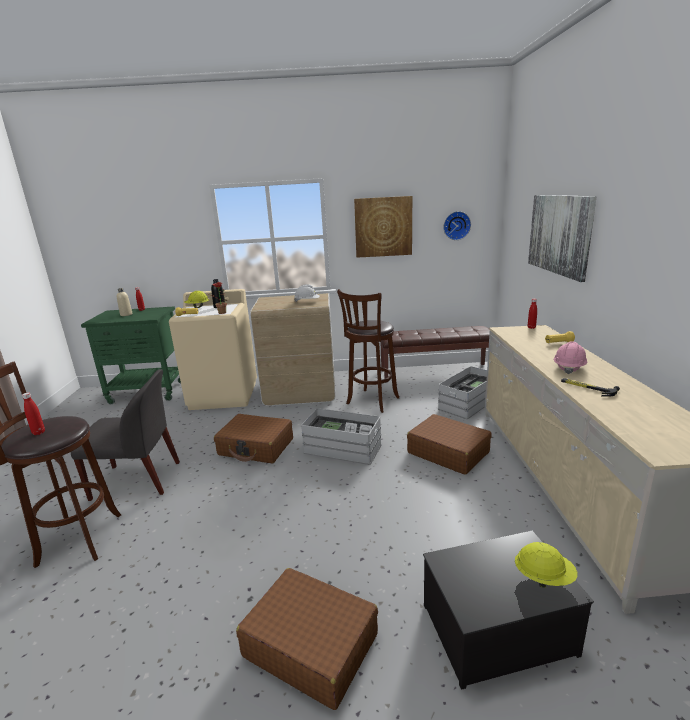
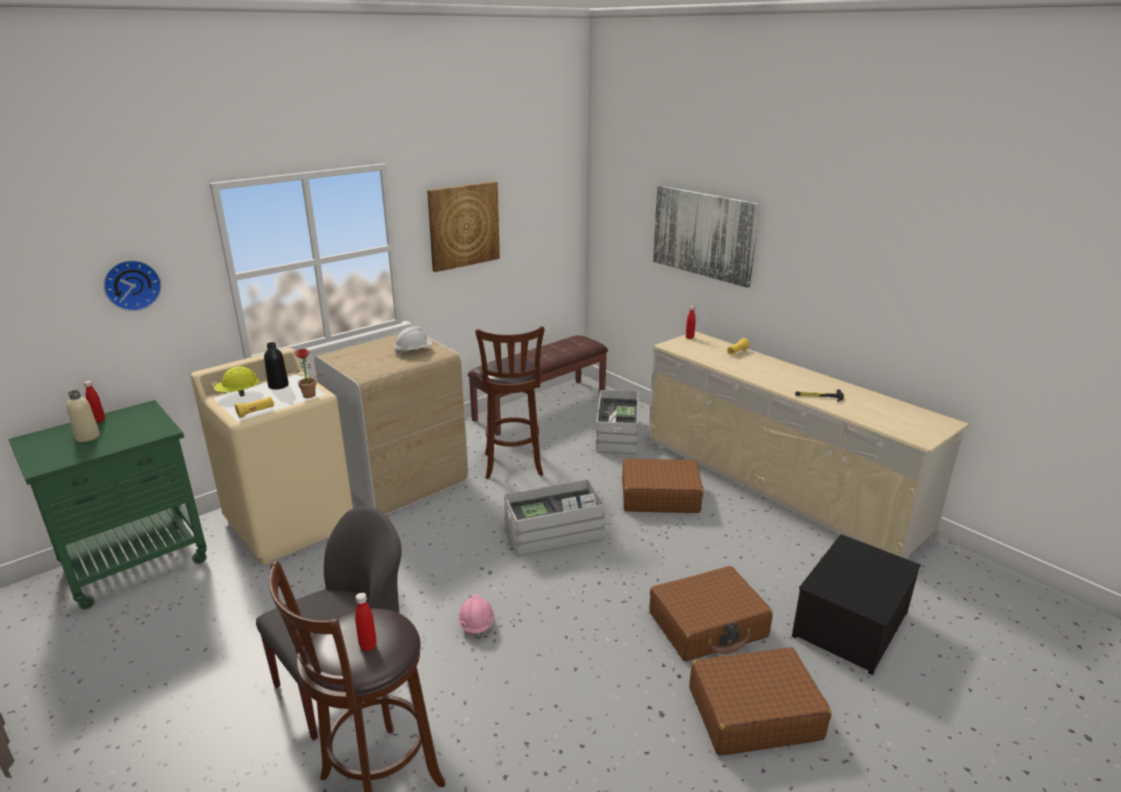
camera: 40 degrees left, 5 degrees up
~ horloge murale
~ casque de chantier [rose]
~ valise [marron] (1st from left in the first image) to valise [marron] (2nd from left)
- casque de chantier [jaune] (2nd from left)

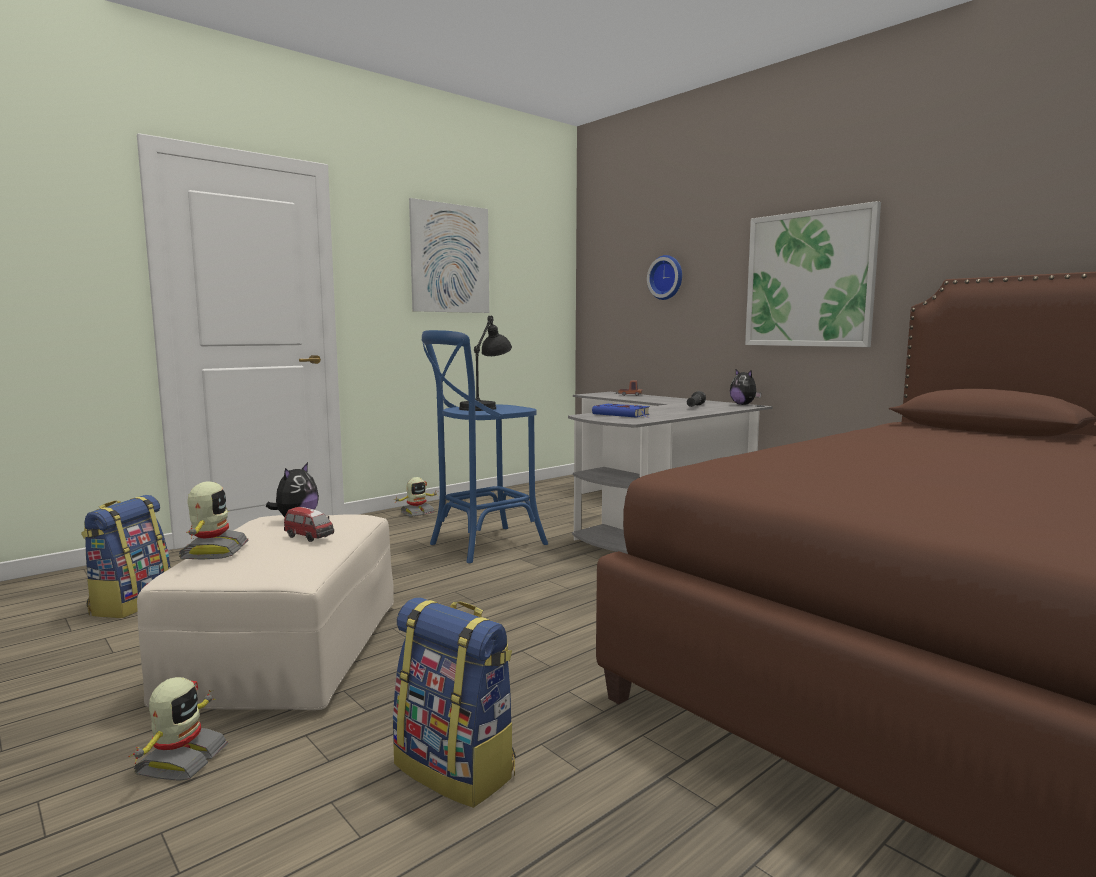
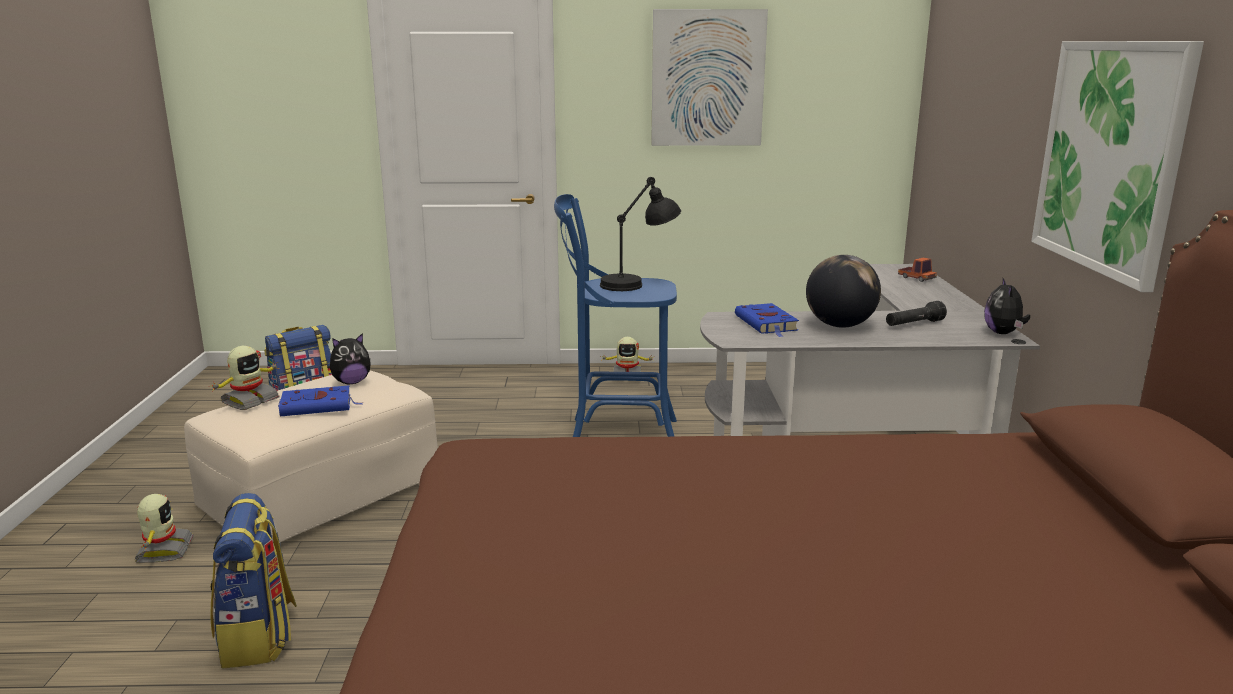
camera: 40 degrees right, 10 degrees up
- horloge murale
~ petite voiture to livre [bleu] (1st from left)
~ robot jouet (1st from left) 60 degrees counterclockwise
+ globe

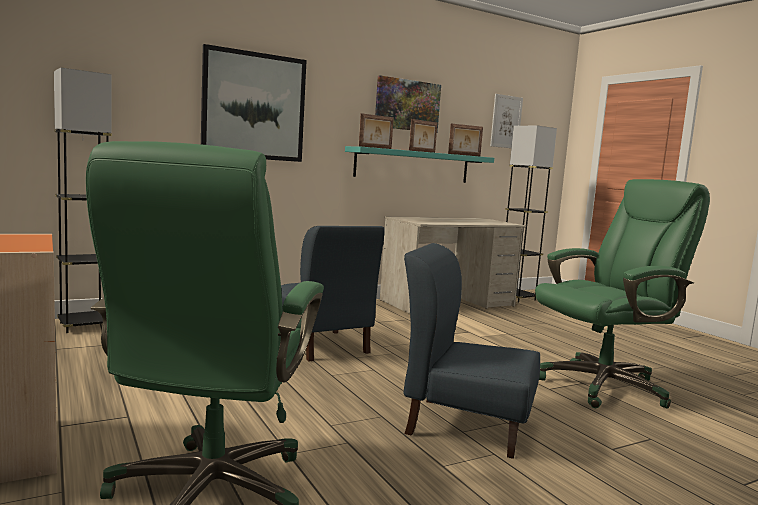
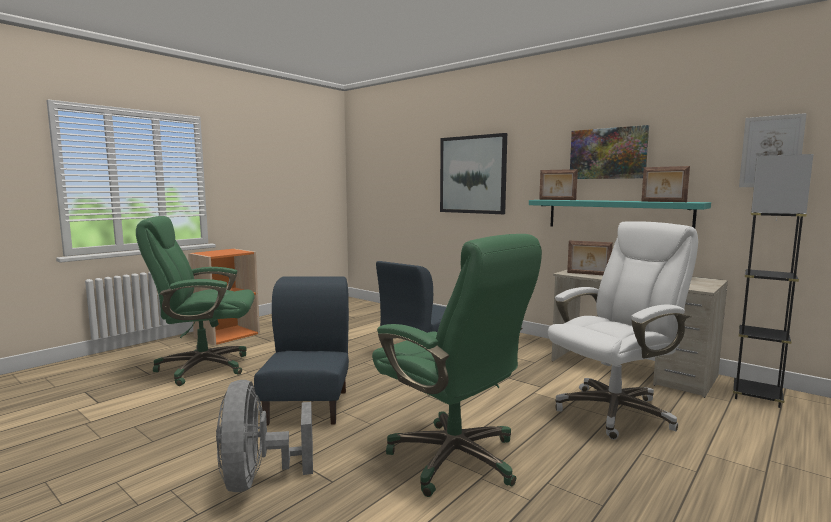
camera: 70 degrees right, 0 degrees up
- lampadaire [gris] (1st from left)
~ cadre photo (2nd from left)
+ chaise de bureau [blanc]
+ ventilateur [gris]

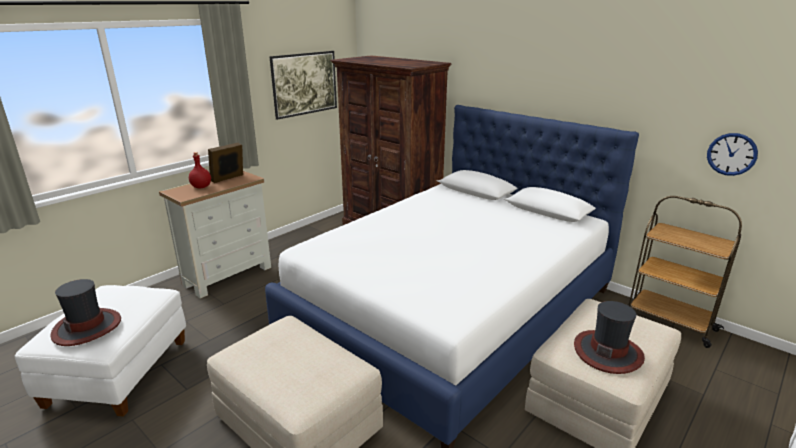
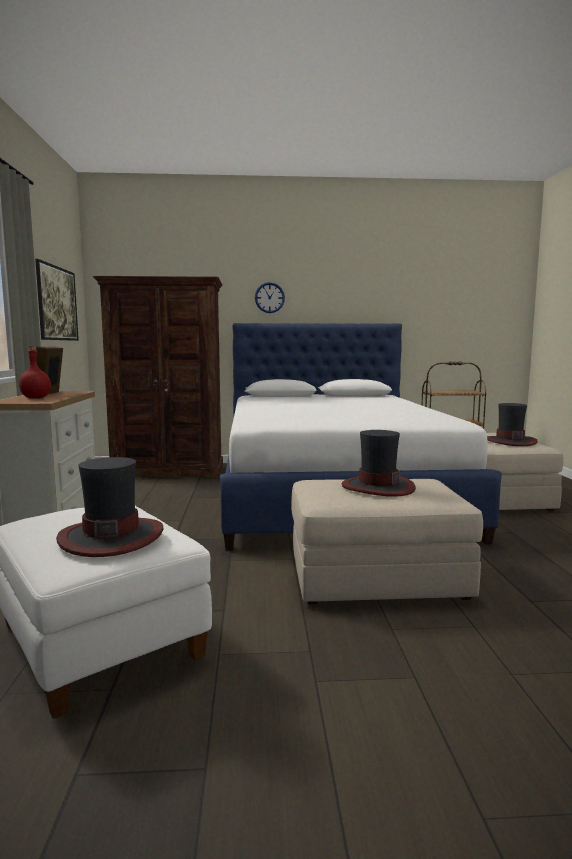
camera: 45 degrees left, 15 degrees down
~ horloge murale
+ chapeau (2nd from left)

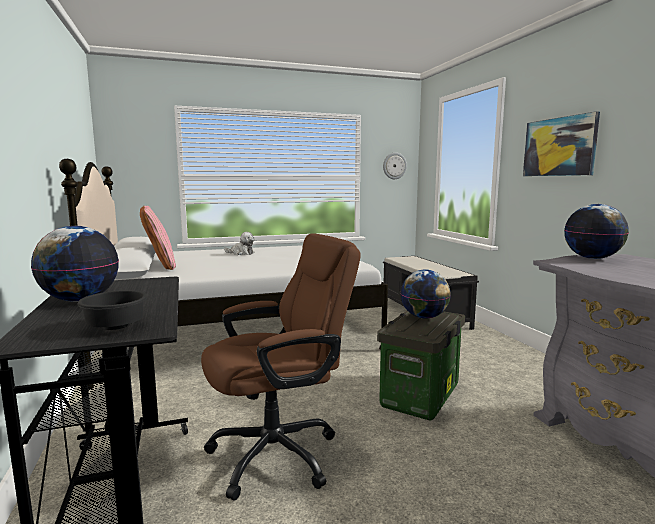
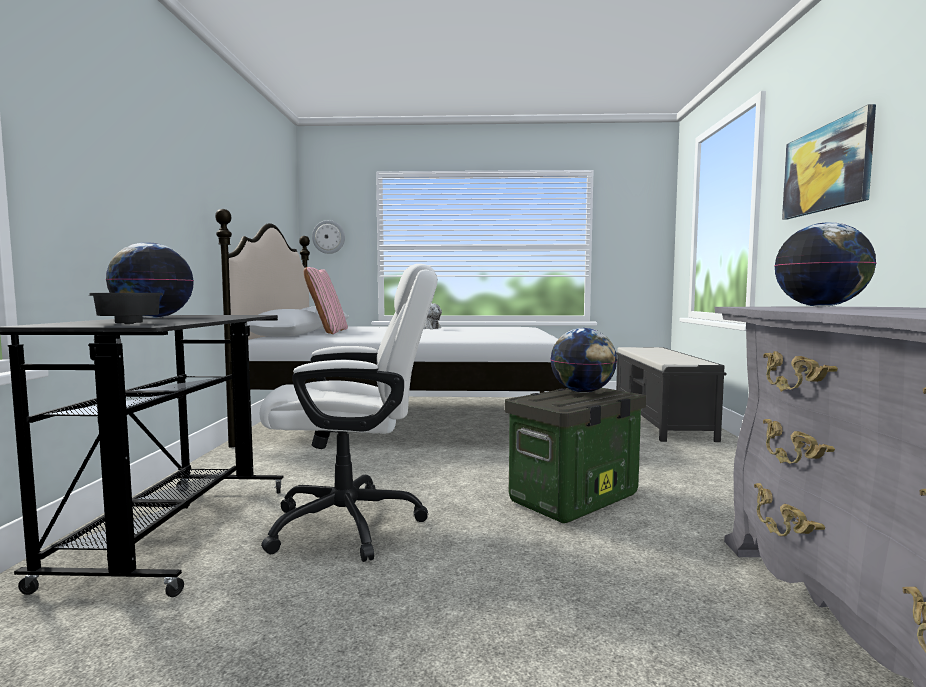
camera: 20 degrees right, 5 degrees down
~ horloge murale
~ chaise de bureau [marron] to chaise de bureau [blanc]

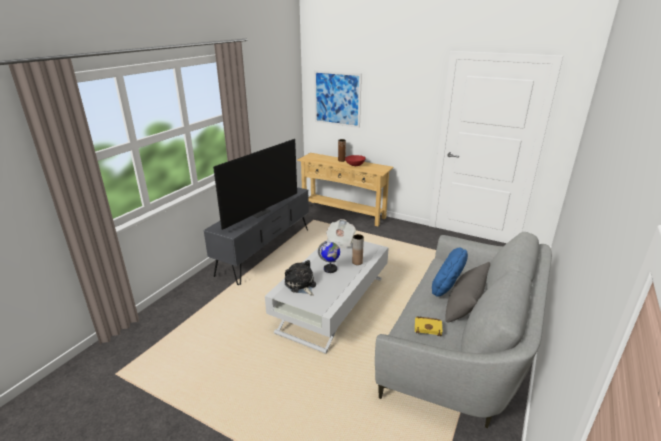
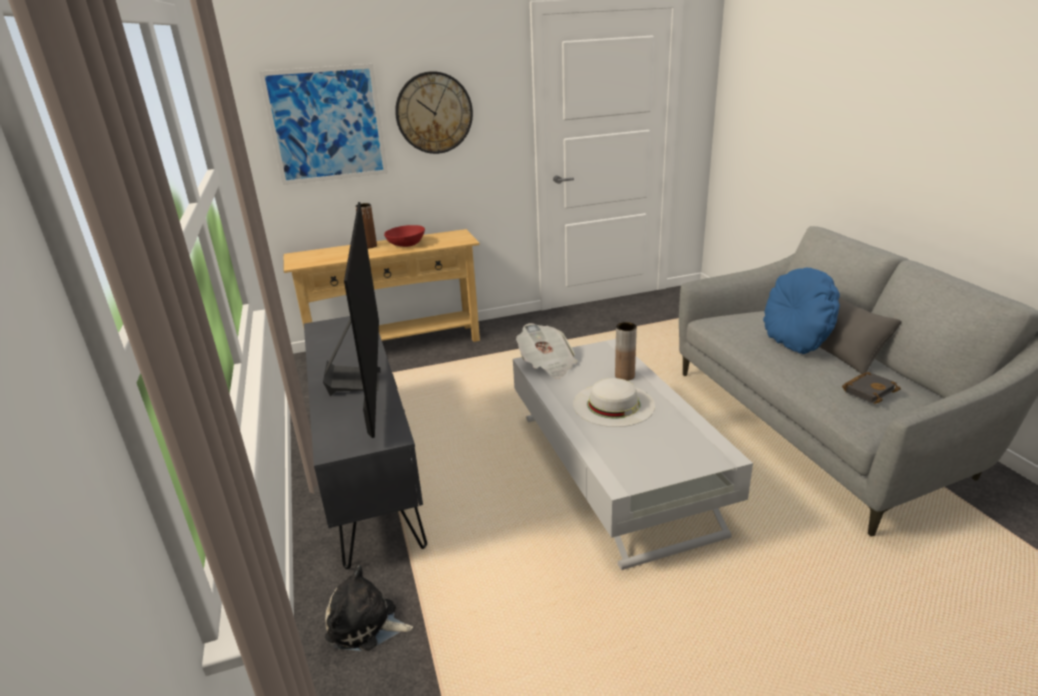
camera: 45 degrees left, 0 degrees up
~ globe to chapeau [blanc]
~ peluche
~ livre [jaune] to livre [noir]
+ horloge murale

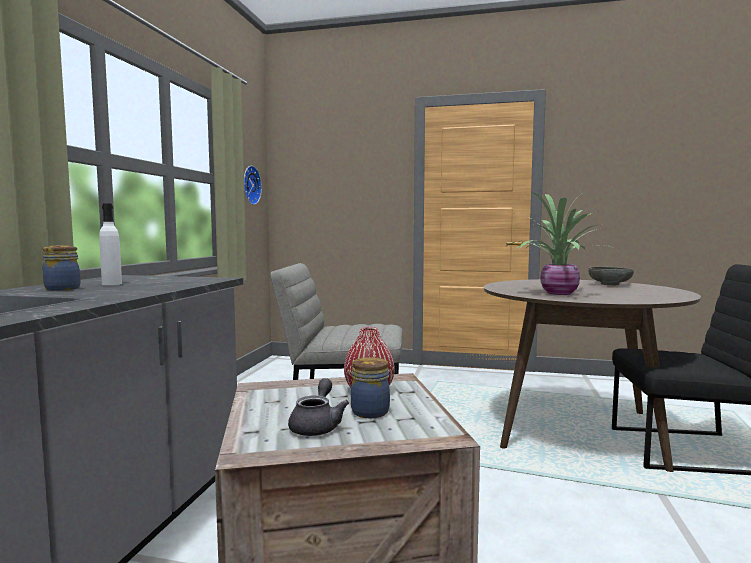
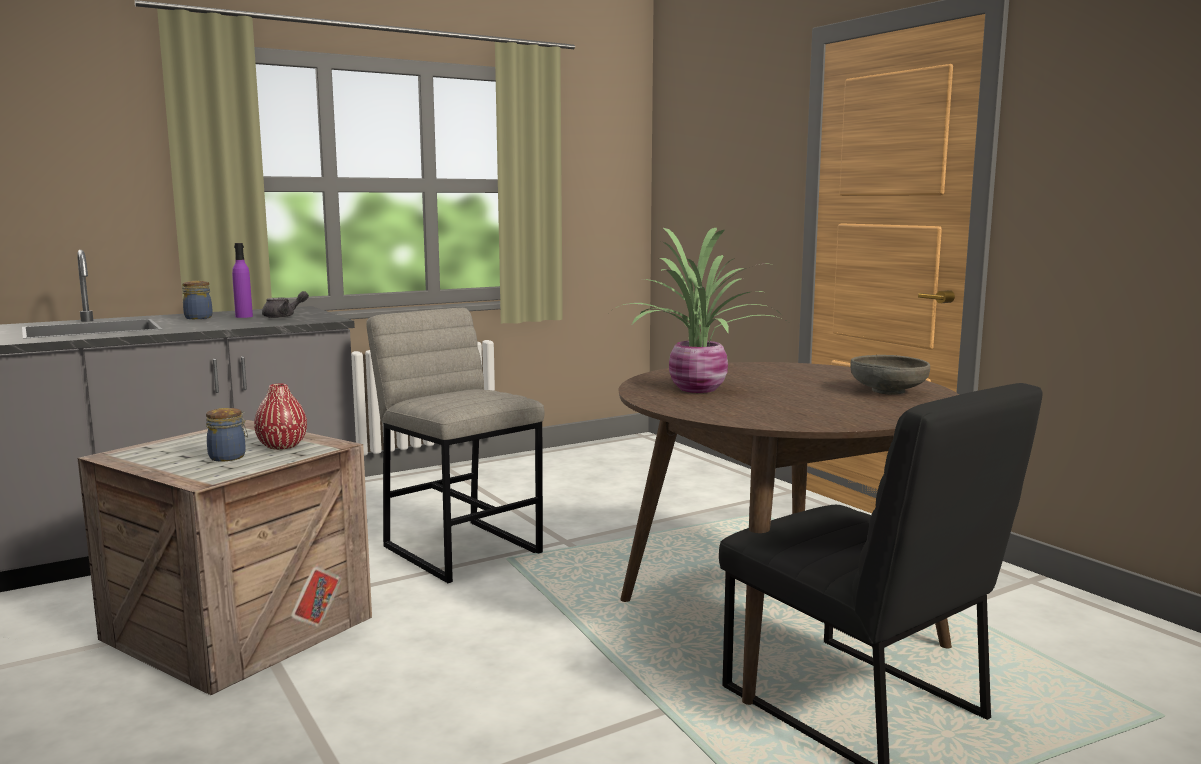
camera: 45 degrees right, 5 degrees up
- horloge murale
~ bouteille [blanc] to bouteille [violet]
~ théière [gris]

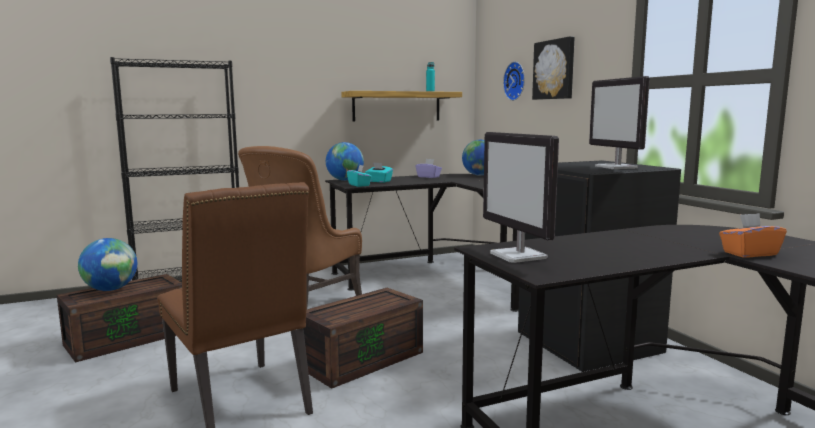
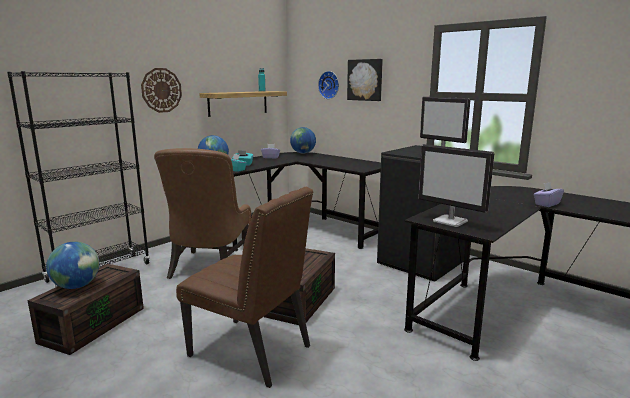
camera: 25 degrees left, 5 degrees up
~ boîte à mouchoirs [orange] to boîte à mouchoirs [violet] (2nd from left)
+ horloge murale (1st from left)

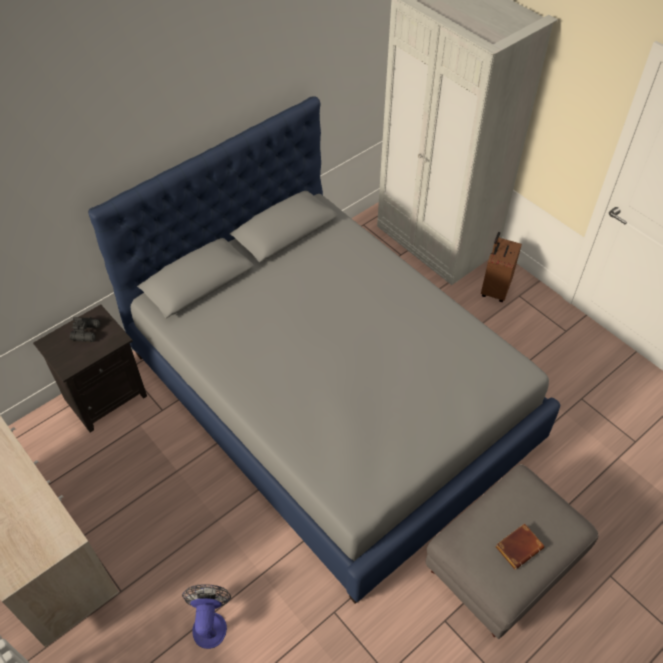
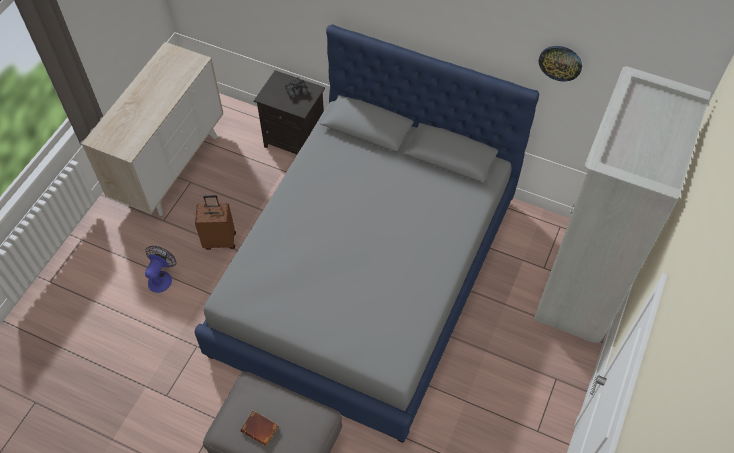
camera: 65 degrees right, 5 degrees up
~ valise [marron]
~ ventilateur 45 degrees counterclockwise
+ horloge murale

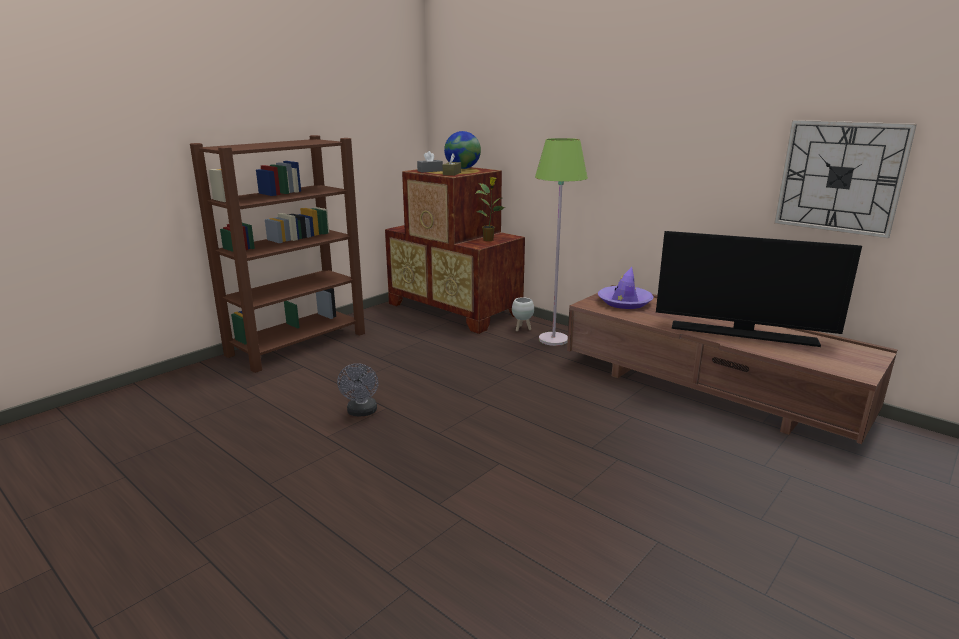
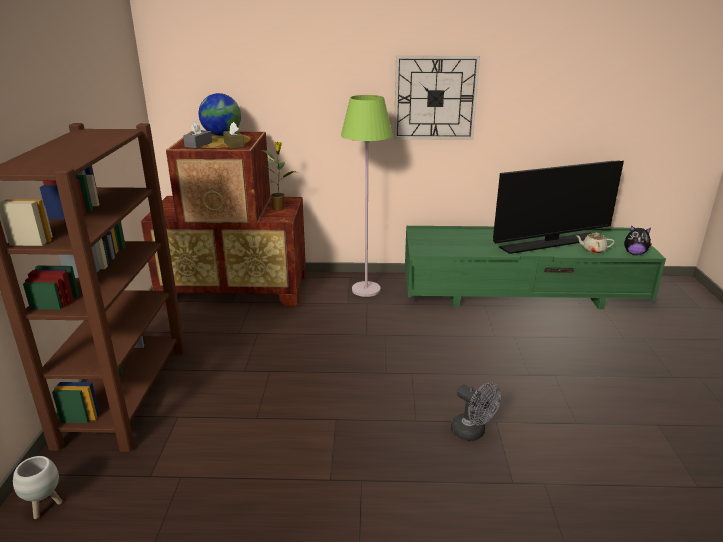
camera: 40 degrees left, 5 degrees up
~ horloge murale
- chapeau [violet]
~ meuble télé [marron] to meuble télé [vert]
~ cache-pot [blanc]
~ ventilateur [gris]
+ peluche
+ théière [beige]

